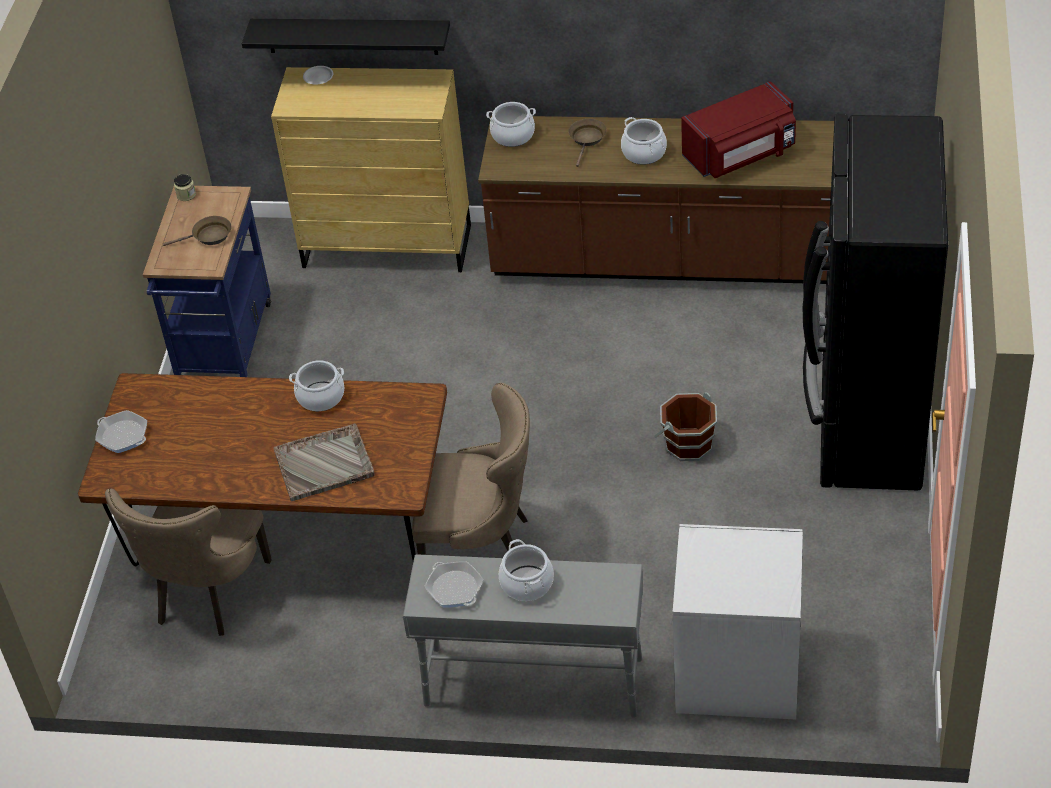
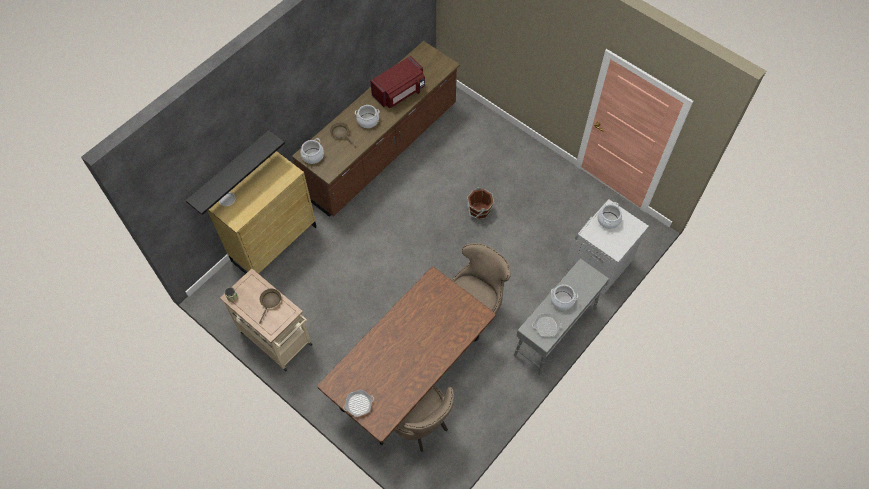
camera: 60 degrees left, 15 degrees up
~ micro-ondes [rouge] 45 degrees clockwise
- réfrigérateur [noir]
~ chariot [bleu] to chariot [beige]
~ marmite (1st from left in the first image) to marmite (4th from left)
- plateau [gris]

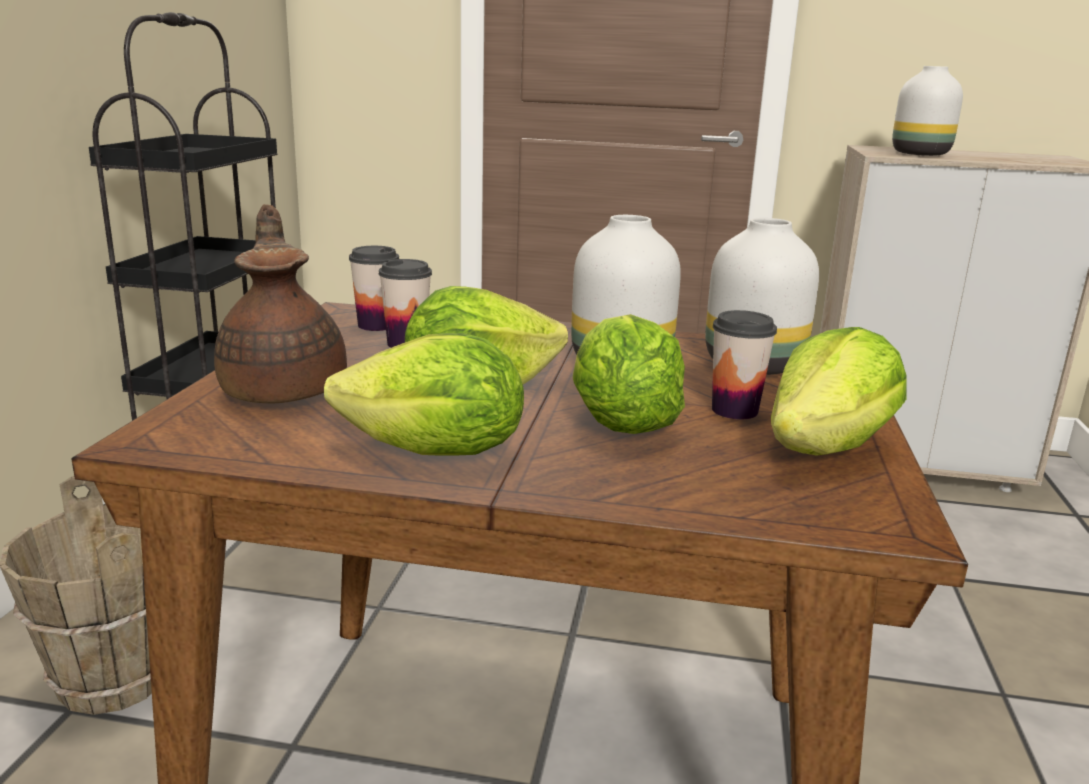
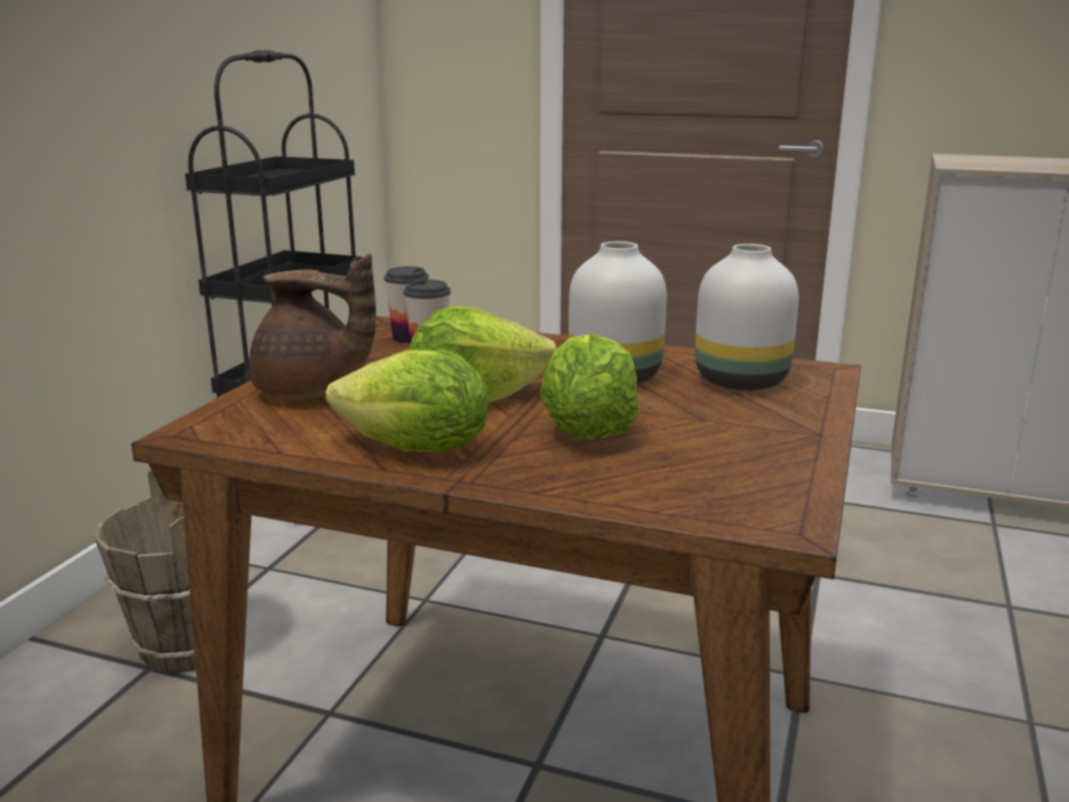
camera: 10 degrees right, 0 degrees up
- vase [blanc] (3rd from left)
~ théière [marron] 120 degrees clockwise
- tasse (3rd from left)
- laitue (4th from left)

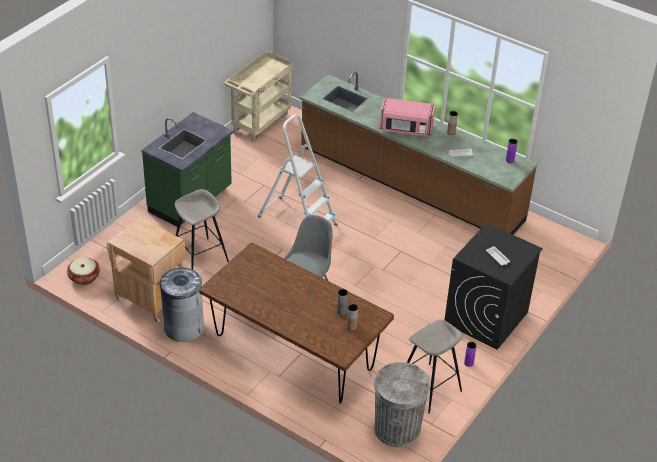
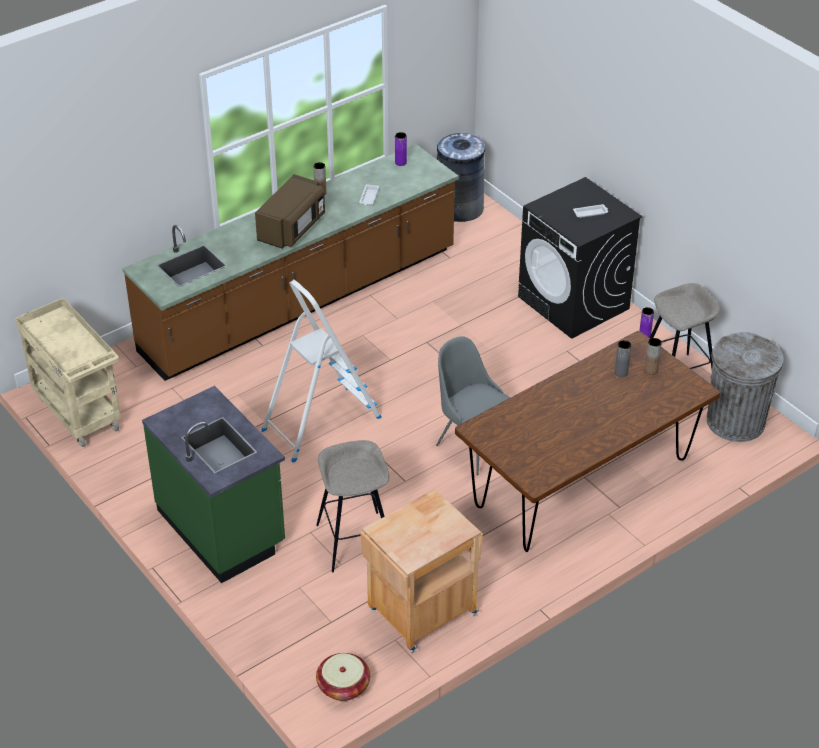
camera: 70 degrees left, 0 degrees up
~ micro-ondes [rose] to micro-ondes [marron]
~ poubelle [gris] (1st from left)

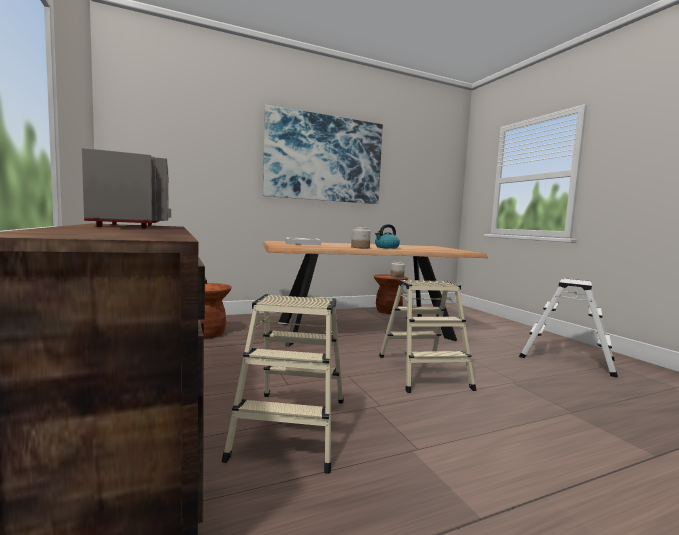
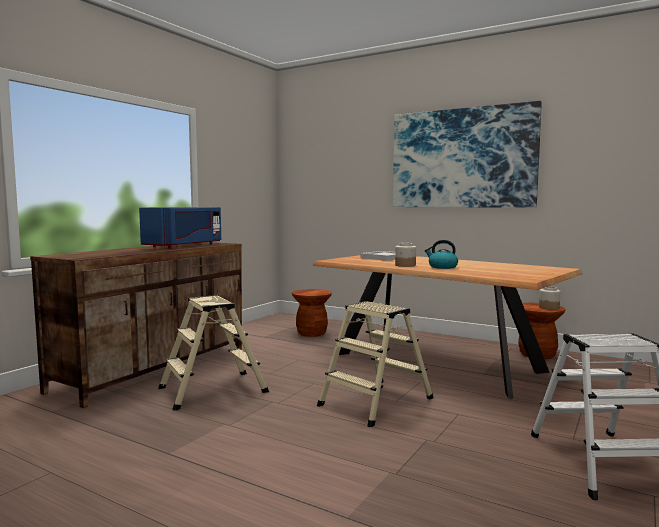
camera: 55 degrees right, 0 degrees up
~ micro-ondes [gris] to micro-ondes [bleu]

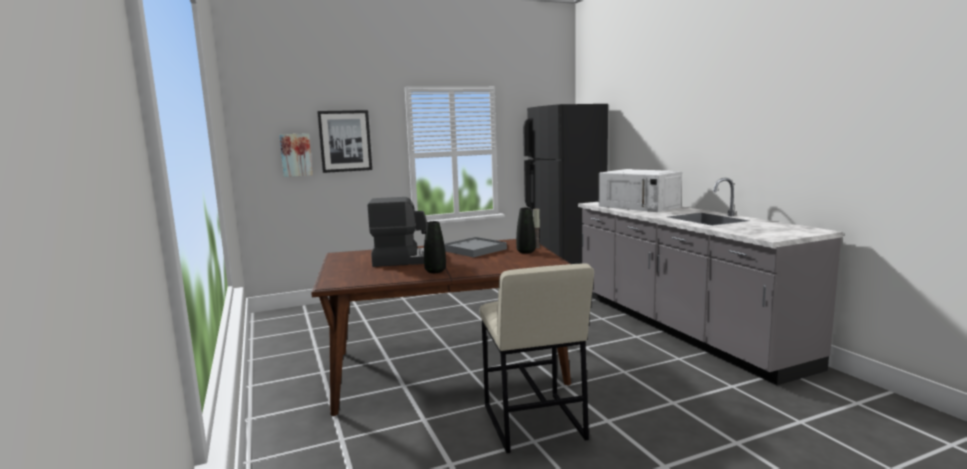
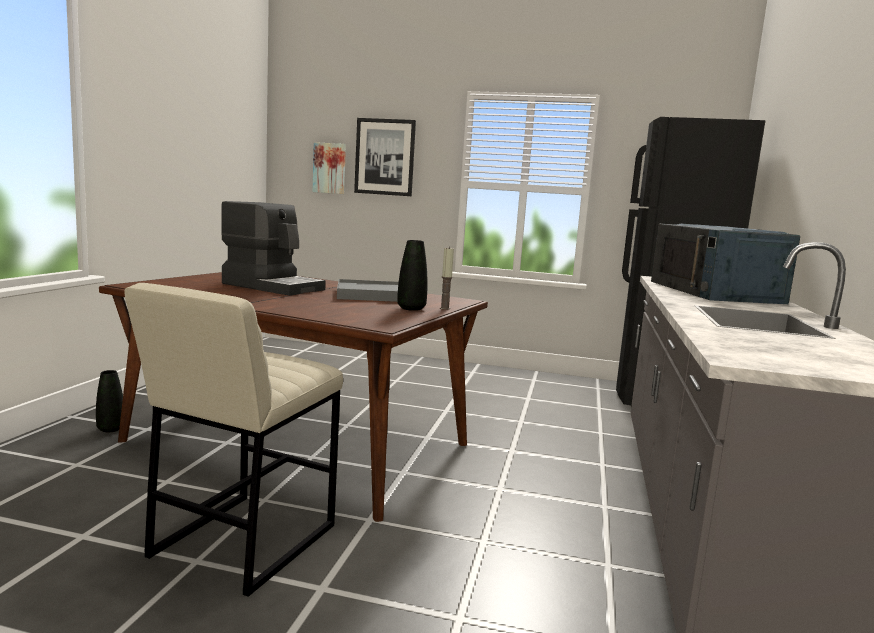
camera: 35 degrees right, 0 degrees up
~ micro-ondes [blanc] to micro-ondes [bleu]
~ vase [noir] (1st from left)

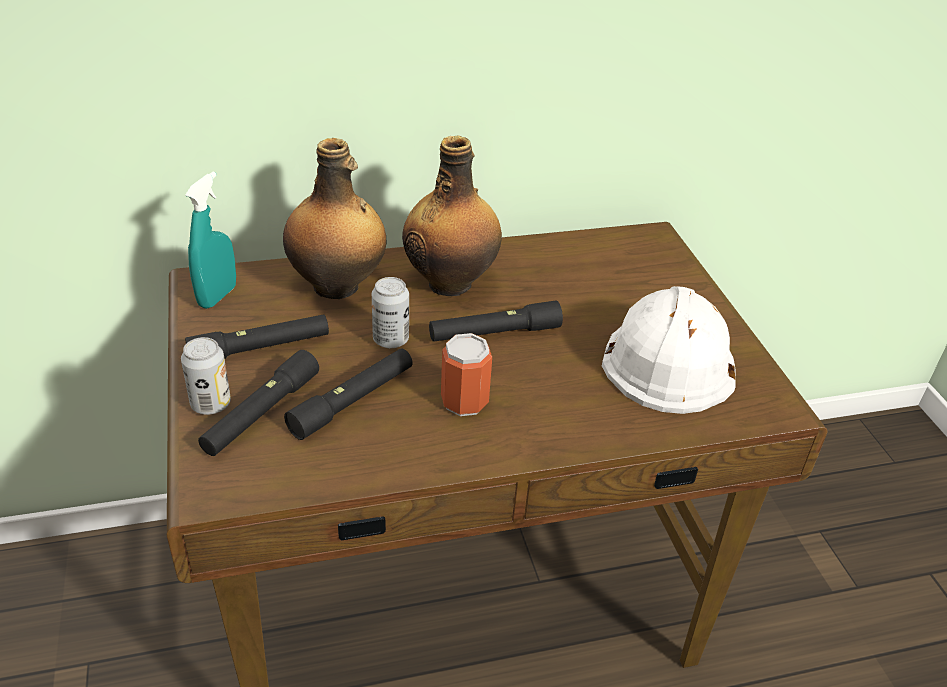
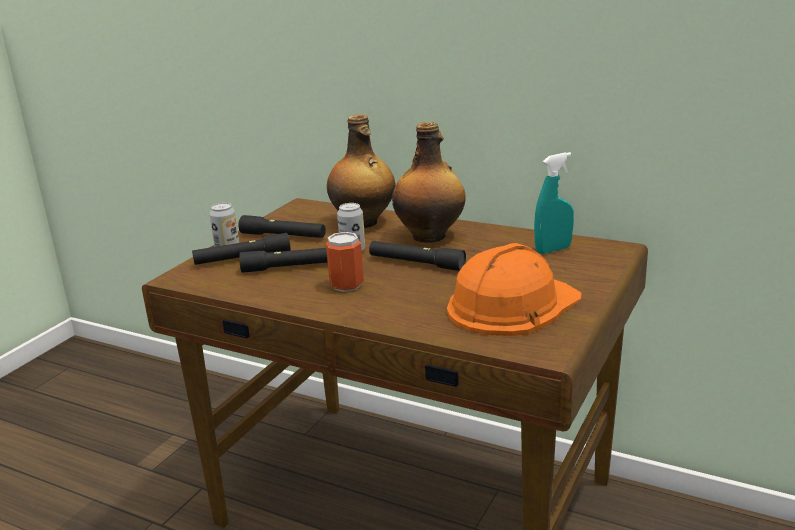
camera: 45 degrees right, 15 degrees down
~ vaporisateur [turquoise]
~ casque de chantier [blanc] to casque de chantier [orange]

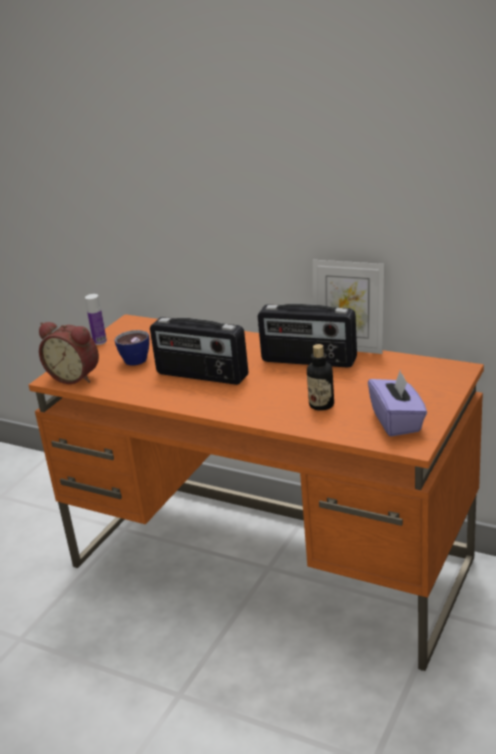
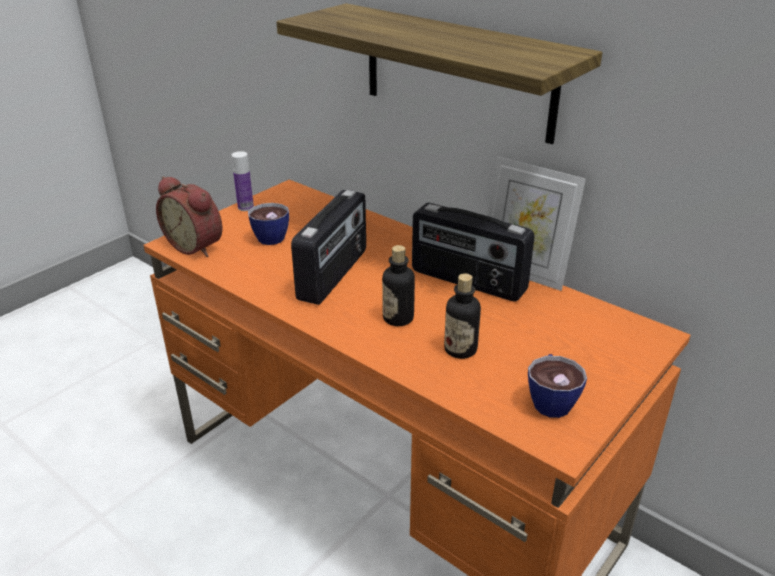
camera: 10 degrees right, 5 degrees up
~ radio (1st from left) 105 degrees counterclockwise
~ boîte à mouchoirs [violet] to tasse (2nd from left)
+ étagère
+ bouteille (2nd from left)

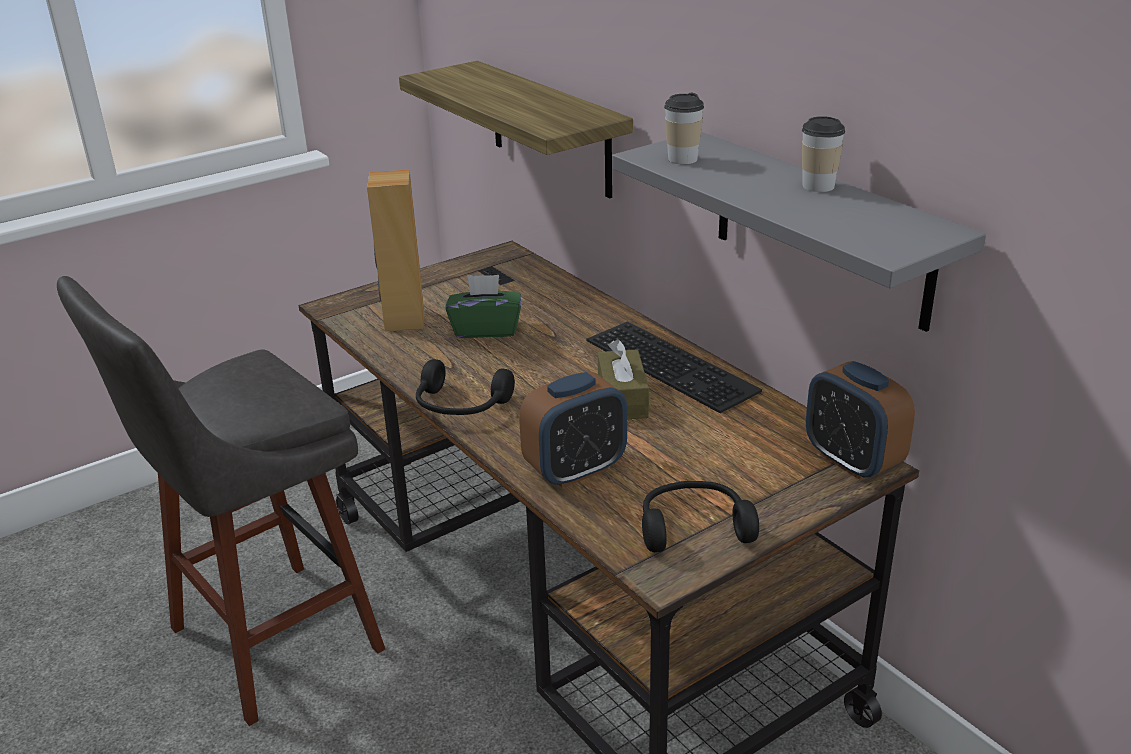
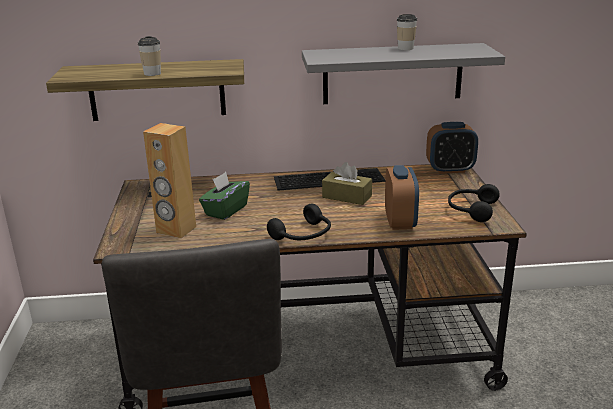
camera: 60 degrees left, 5 degrees down
~ tasse (1st from left)

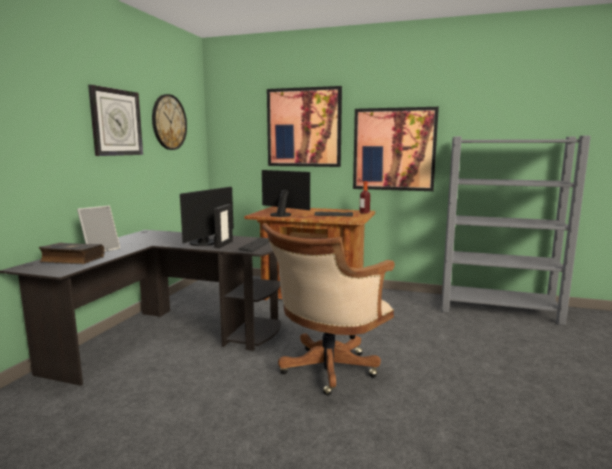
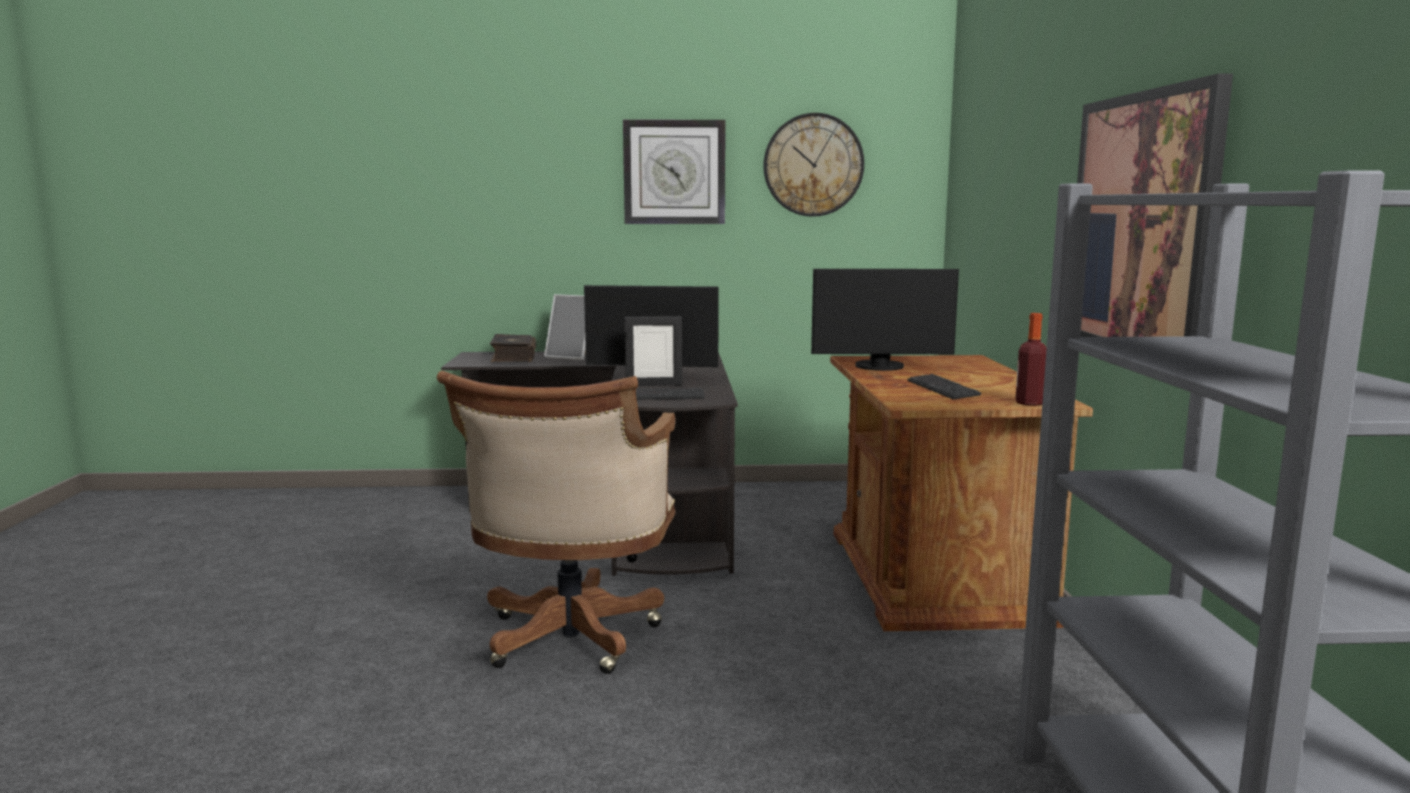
camera: 70 degrees right, 0 degrees up
- tableau (1st from left)
~ écran d'ordinateur (2nd from left) 75 degrees clockwise
~ chaise de bureau 105 degrees counterclockwise

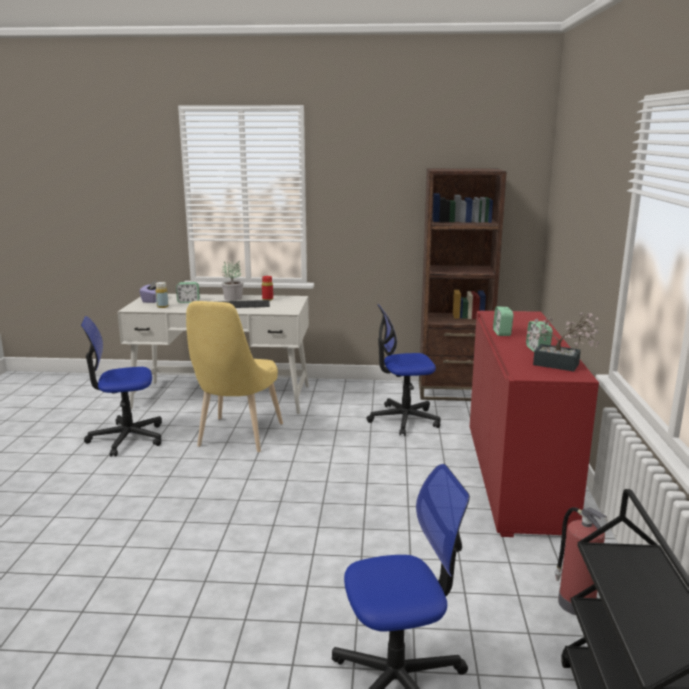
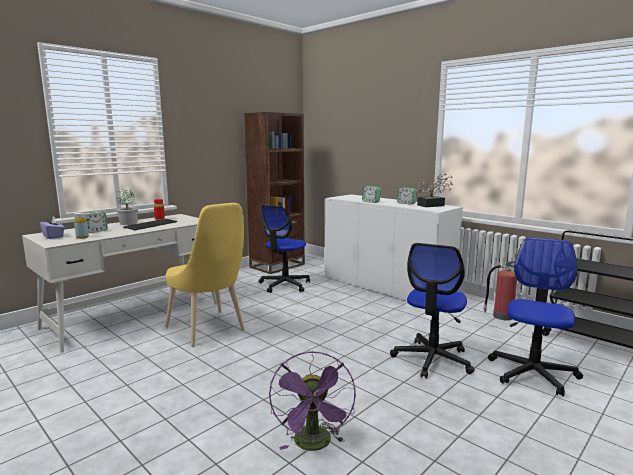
camera: 50 degrees left, 5 degrees down
~ meuble de rangement [rouge] to meuble de rangement [blanc]
~ chaise de bureau (1st from left in the first image) to chaise de bureau (2nd from left)
+ ventilateur [violet]

